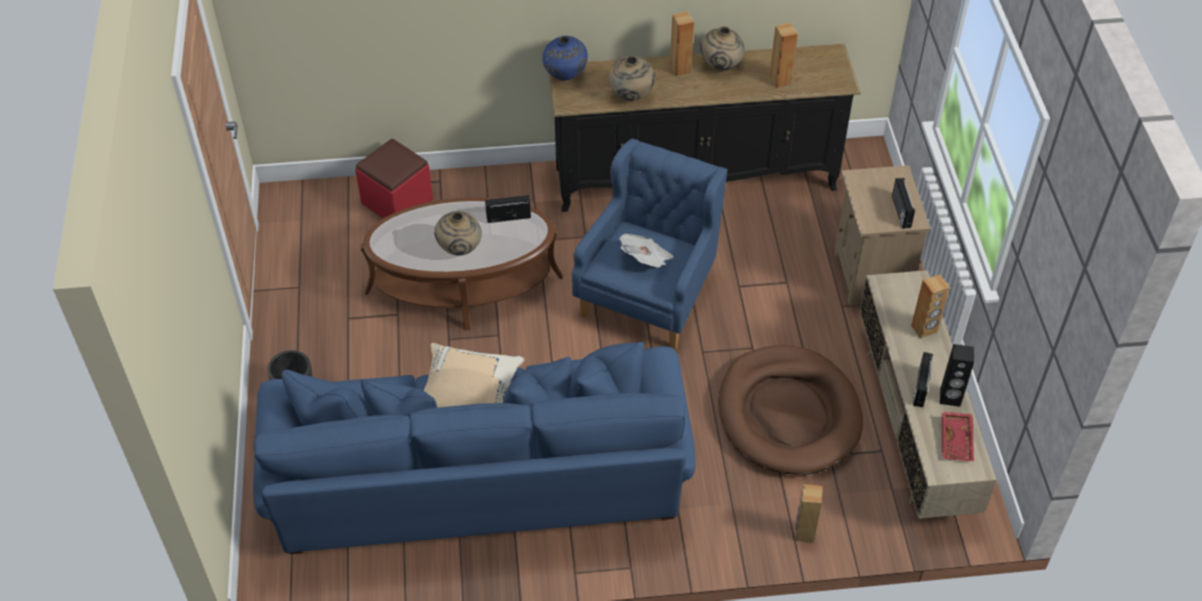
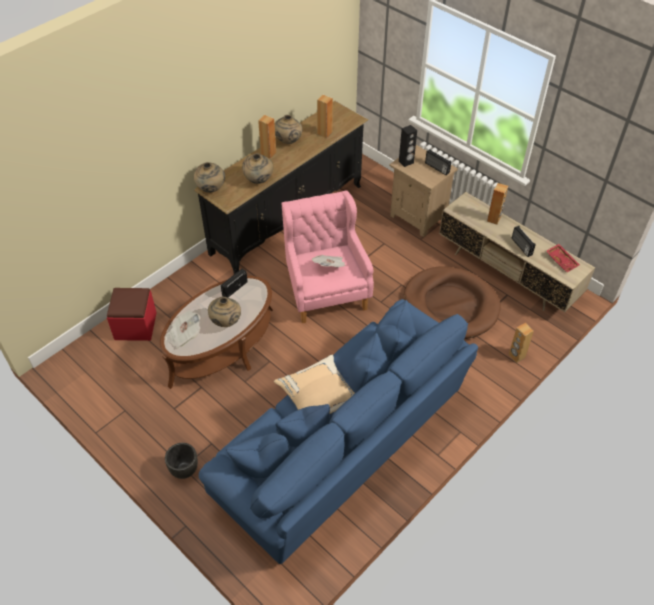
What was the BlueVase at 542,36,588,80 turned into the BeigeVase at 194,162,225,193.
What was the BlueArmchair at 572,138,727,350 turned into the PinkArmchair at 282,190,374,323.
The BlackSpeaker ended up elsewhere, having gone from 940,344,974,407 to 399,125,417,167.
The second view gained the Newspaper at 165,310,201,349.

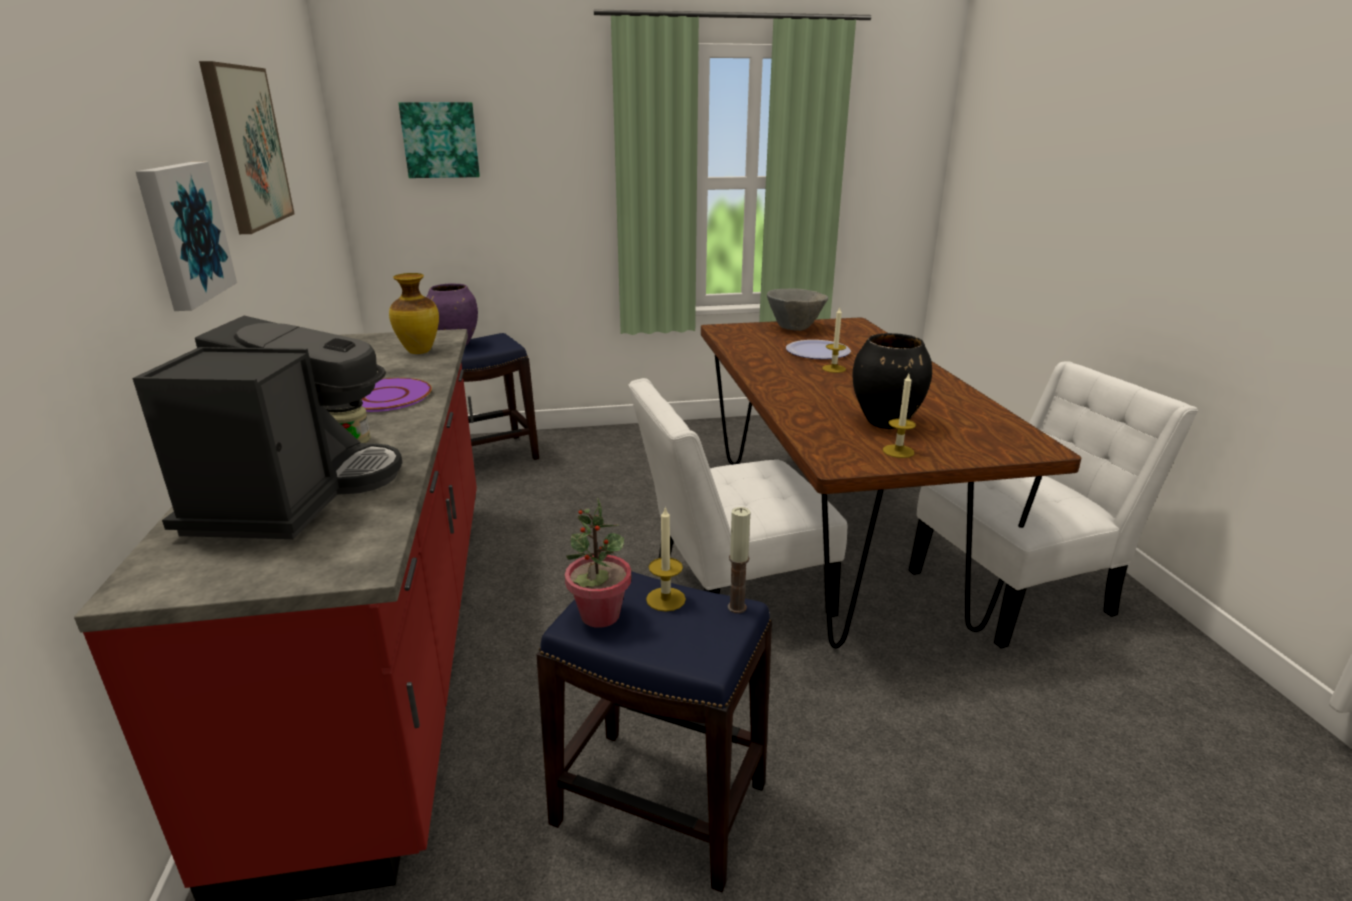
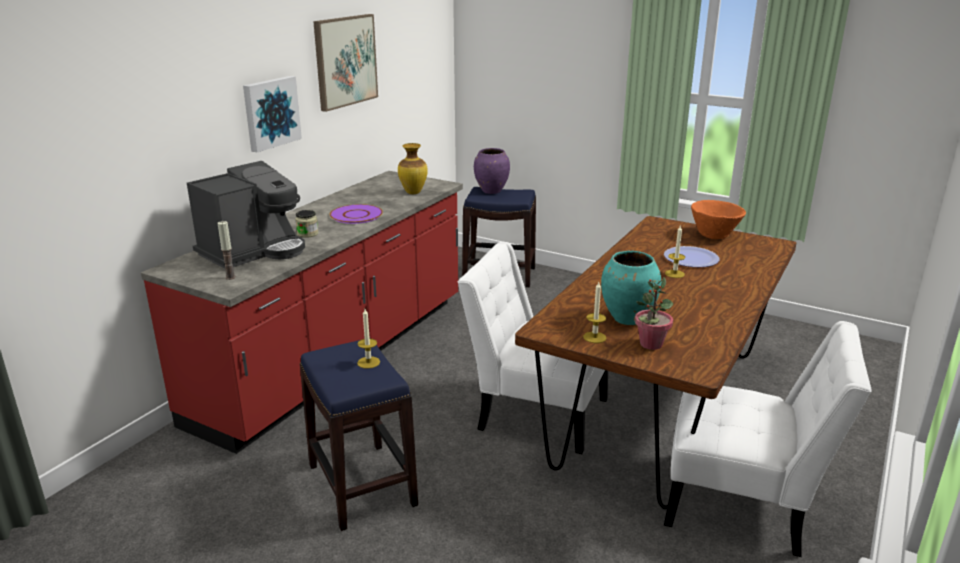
The second view lost the Picture at 399,102,480,178.
The PottedPlant ended up elsewhere, having gone from 565,498,631,628 to 635,277,673,350.
The Candle ended up elsewhere, having gone from 728,507,750,613 to 218,221,236,280.
What was the GreyBowl at 767,288,828,331 turned into the OrangeBowl at 691,200,746,239.
What was the BlackVase at 853,333,932,429 turned into the TurquoiseVase at 601,251,661,325.

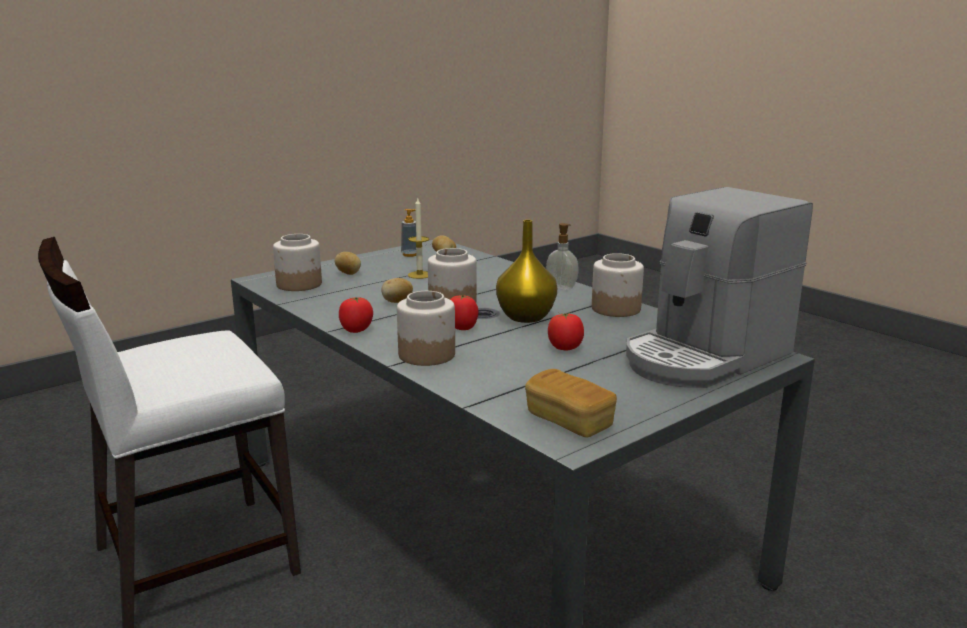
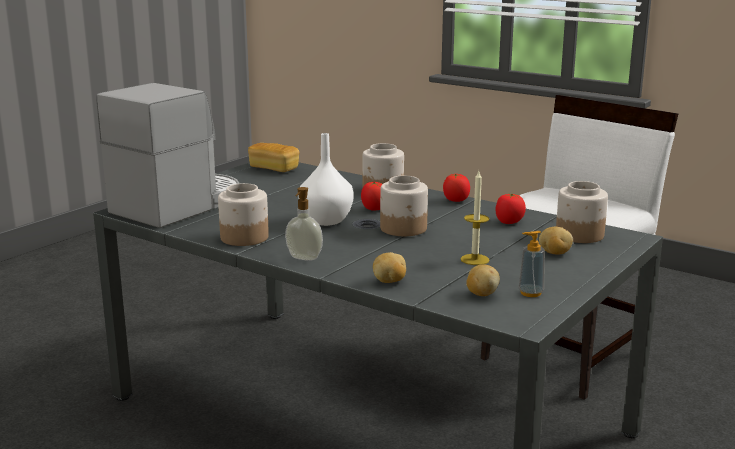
The Potato ended up elsewhere, having gone from 382,278,413,303 to 373,252,406,283.
What was the YellowVase at 496,220,557,323 turned into the WhiteVase at 298,133,353,226.
The Tomato ended up elsewhere, having gone from 548,313,584,350 to 495,194,526,224.

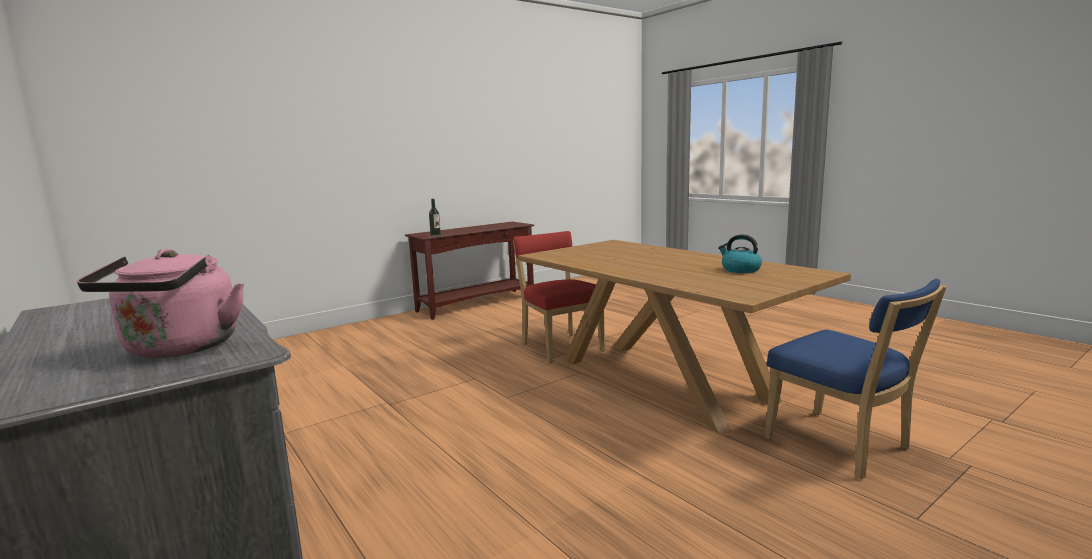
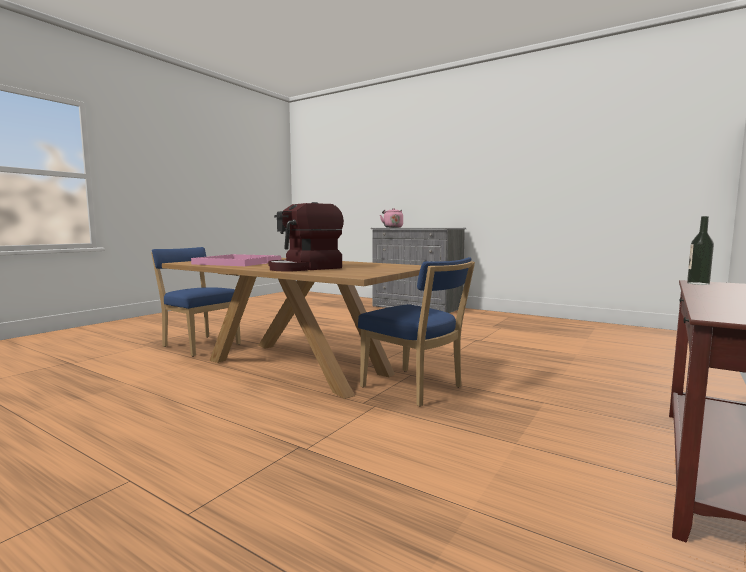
What was the RedChair at 513,231,605,363 turned into the BlueChair at 358,257,475,406.
Where the Kettle stood at 718,234,762,273, the PinkTray came to stand at 191,254,281,266.
The second view gained the CoffeeMachine at 268,202,344,271.

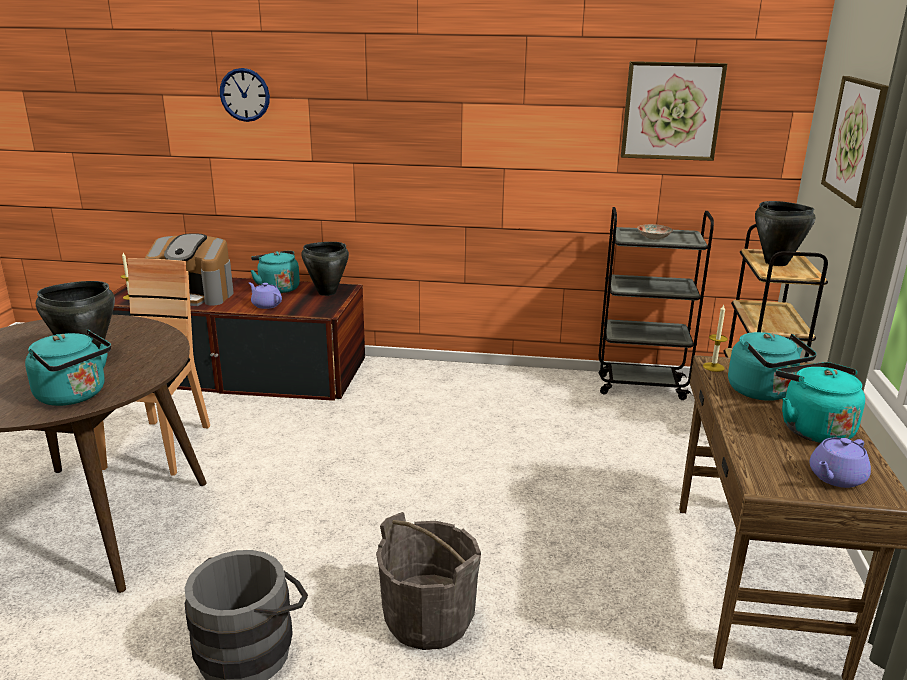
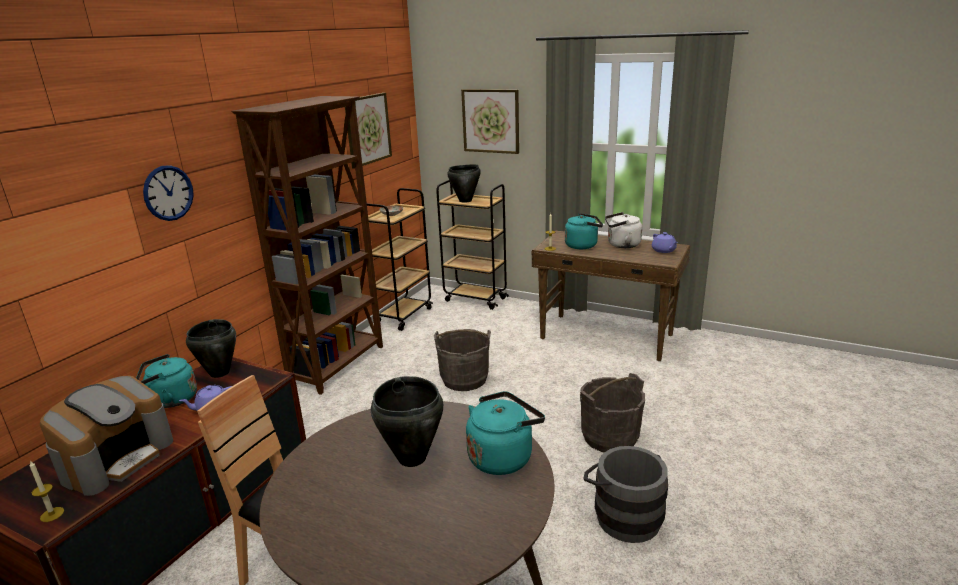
The WallClock ended up elsewhere, having gone from 220,68,270,122 to 143,165,194,221.
What was the GreyCart at 599,207,714,400 turned into the BrownCart at 367,188,433,331.
What was the TurquoiseKettle at 776,362,865,443 turned into the WhiteKettle at 605,212,642,248.
The second view gained the BrownBookcase at 231,96,383,395.
The second view gained the GreyBucket at 434,329,491,391.

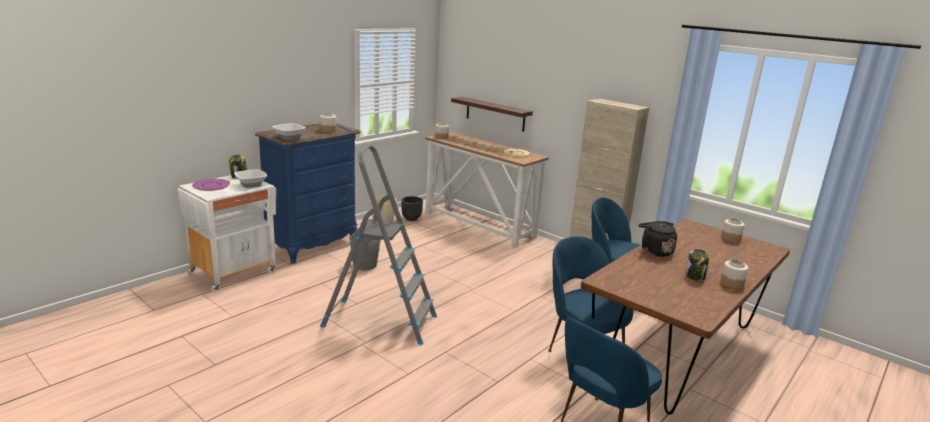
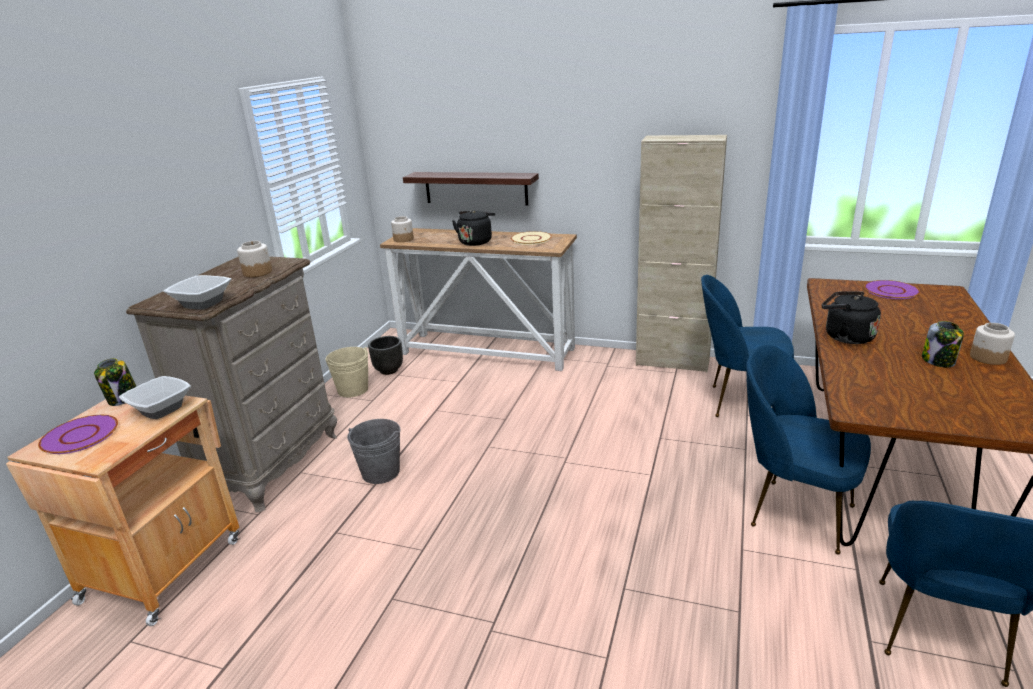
What was the WhiteCart at 177,175,276,292 turned into the BrownCart at 6,396,239,626.
What was the BlueDresser at 255,123,361,264 turned into the BeigeDresser at 126,256,337,513.
The second view lost the GreyStepLadder at 320,145,437,345.
Where the Jar stood at 721,218,745,242, the PurplePlate came to stand at 864,280,920,299.
The second view gained the BlackKettle at 452,210,495,246.

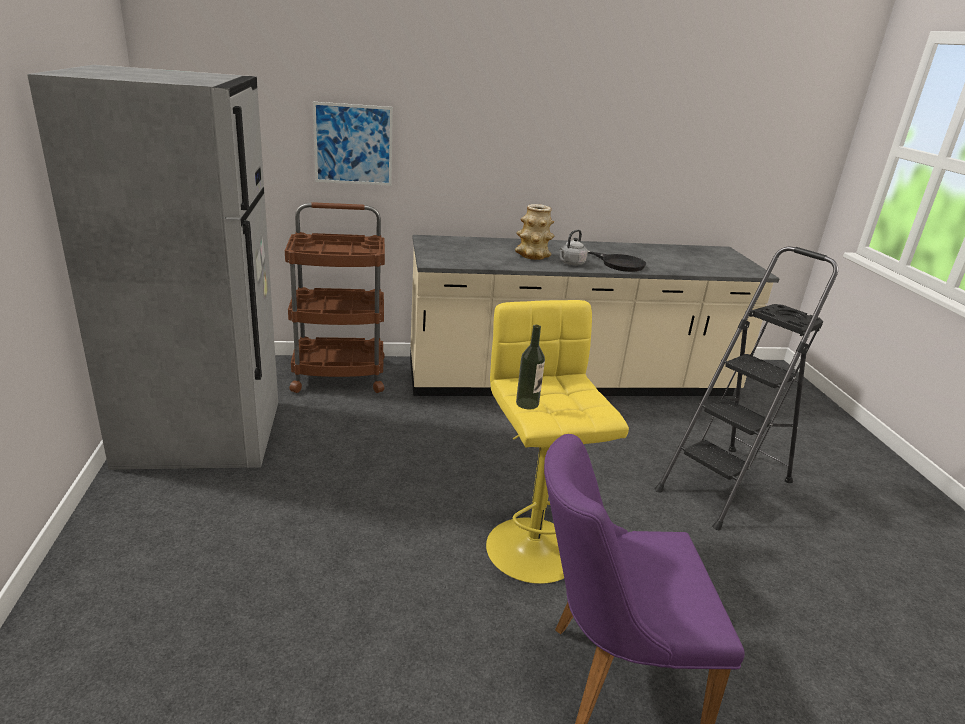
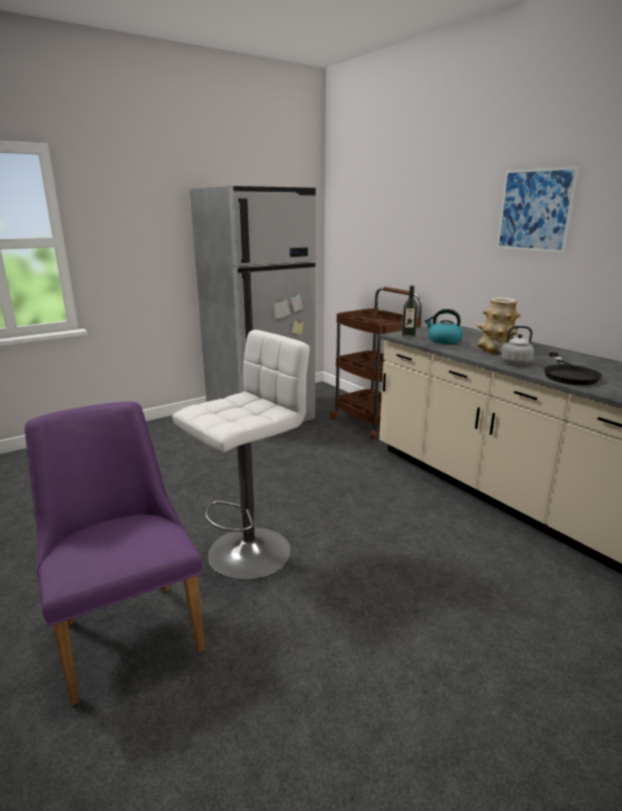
The Picture ended up elsewhere, having gone from 313,102,393,186 to 496,166,579,253.
What was the YellowStool at 486,300,629,584 turned into the WhiteStool at 172,330,310,580.
The Bottle ended up elsewhere, having gone from 516,325,545,409 to 402,285,418,339.
The second view lost the StepLadder at 655,247,838,530.
The second view gained the Kettle at 425,309,463,344.

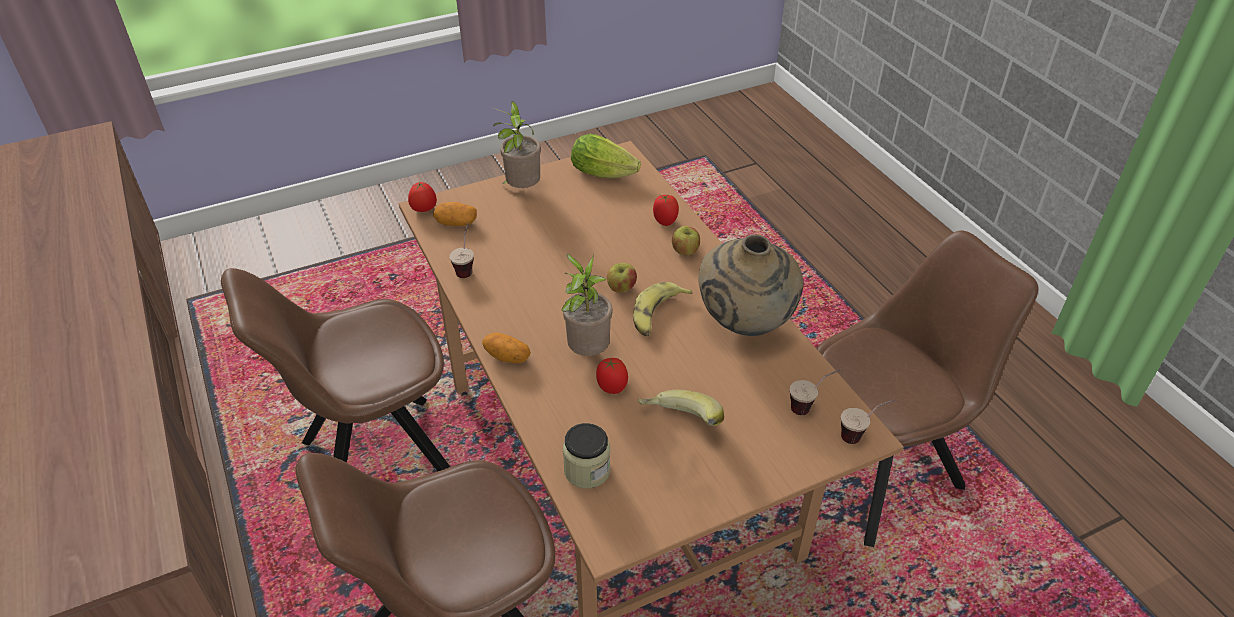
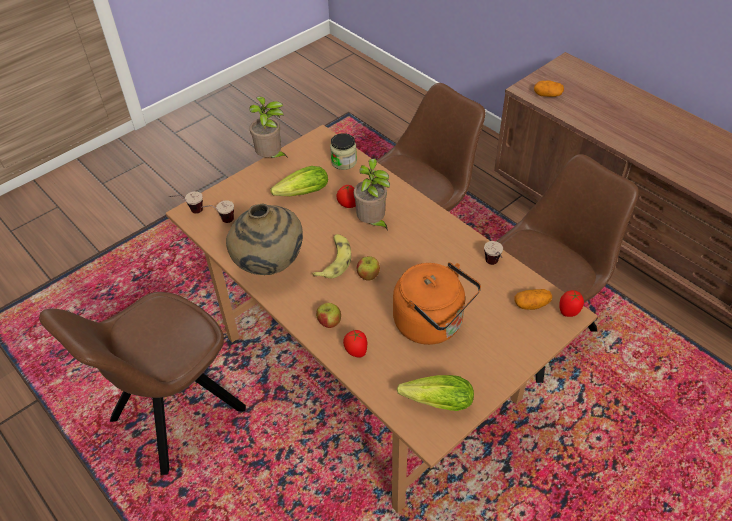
The Potato ended up elsewhere, having gone from 482,332,531,363 to 534,80,564,97.
The PottedPlant ended up elsewhere, having gone from 493,101,541,188 to 249,96,288,158.
Where the Banana stood at 638,390,724,426, the Lettuce came to stand at 270,166,328,197.
The second view gained the OrangeKettle at 393,262,481,345.

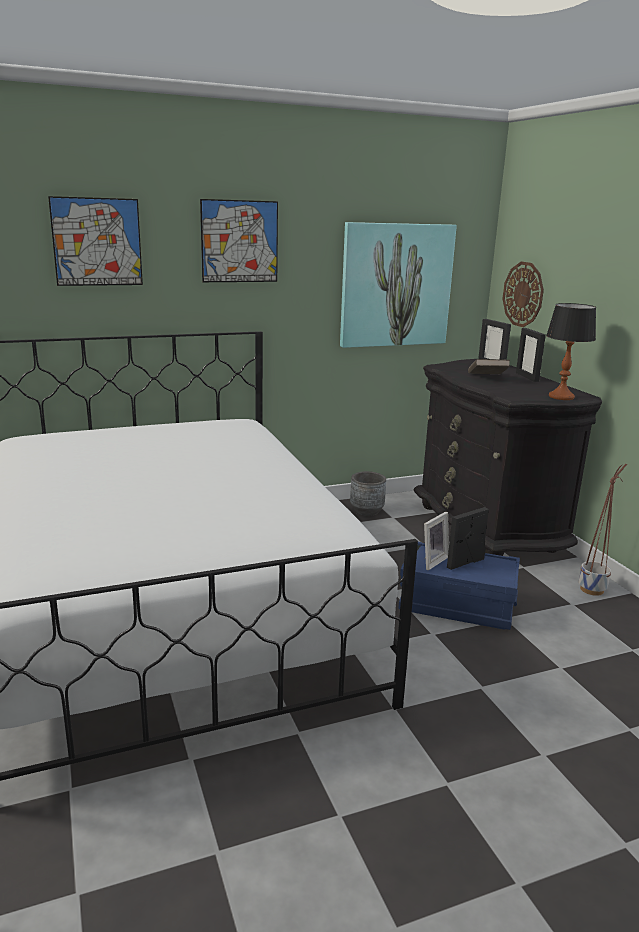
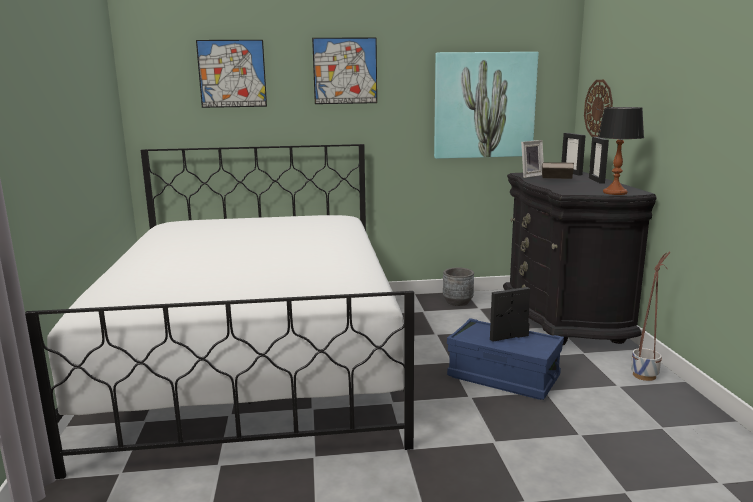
The PictureFrame ended up elsewhere, having gone from 424,512,449,570 to 521,140,544,178.

